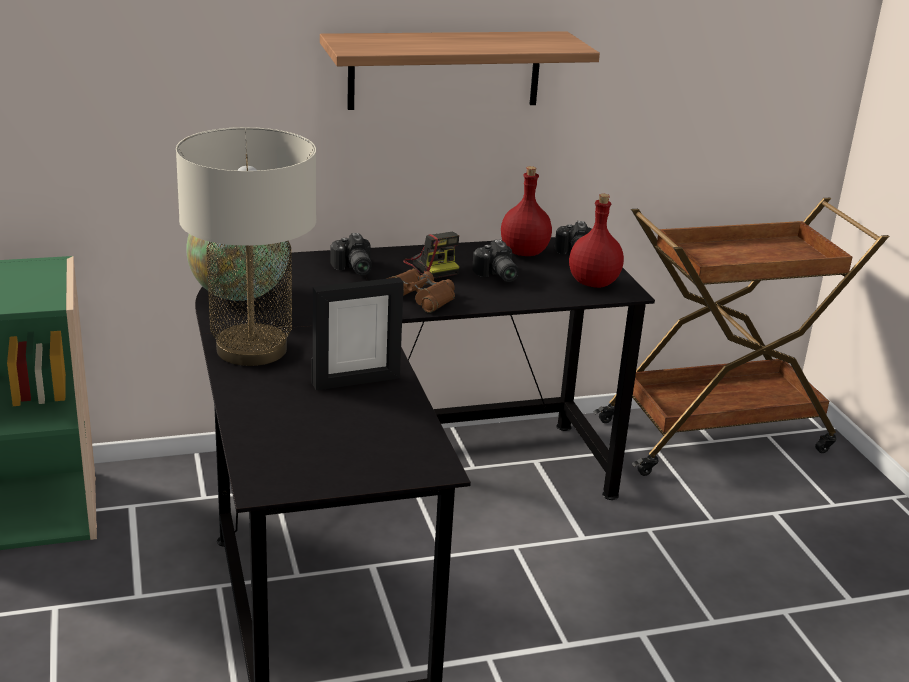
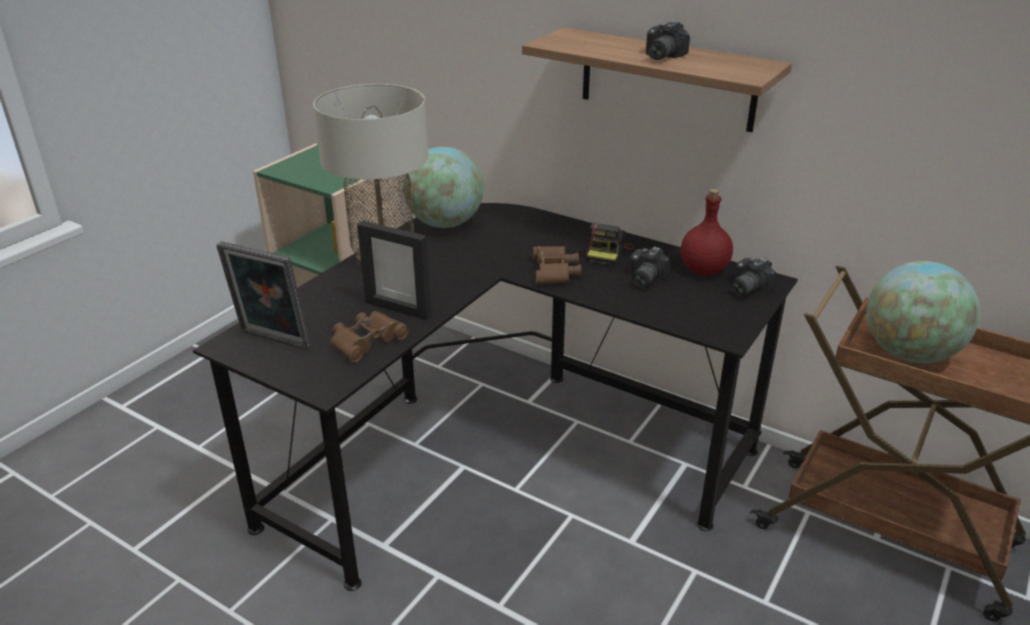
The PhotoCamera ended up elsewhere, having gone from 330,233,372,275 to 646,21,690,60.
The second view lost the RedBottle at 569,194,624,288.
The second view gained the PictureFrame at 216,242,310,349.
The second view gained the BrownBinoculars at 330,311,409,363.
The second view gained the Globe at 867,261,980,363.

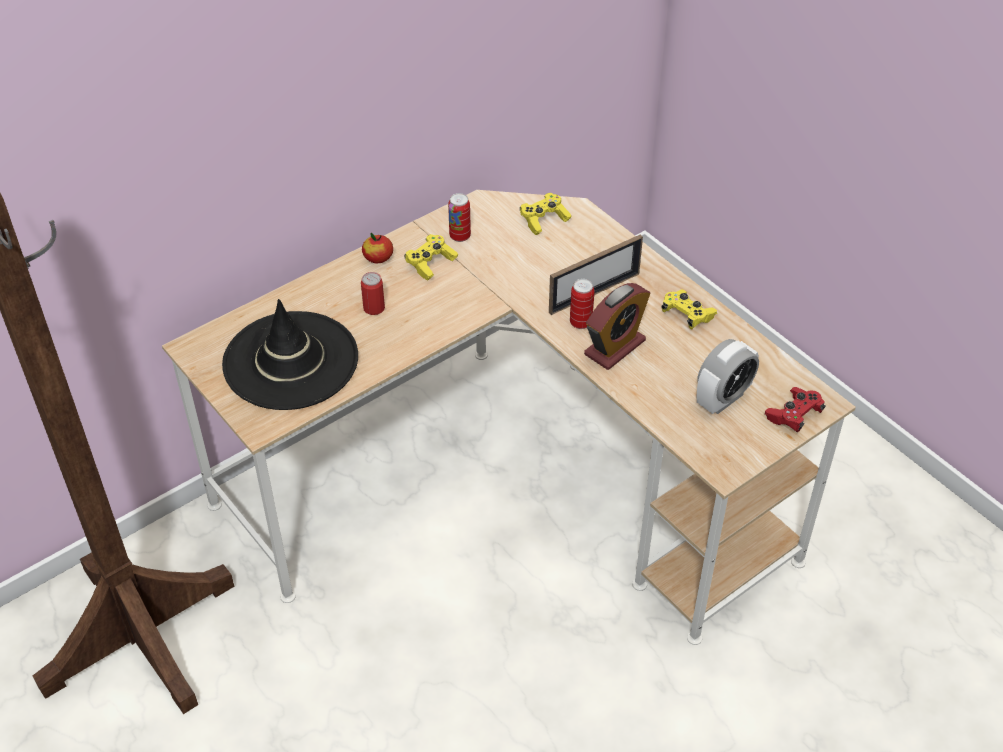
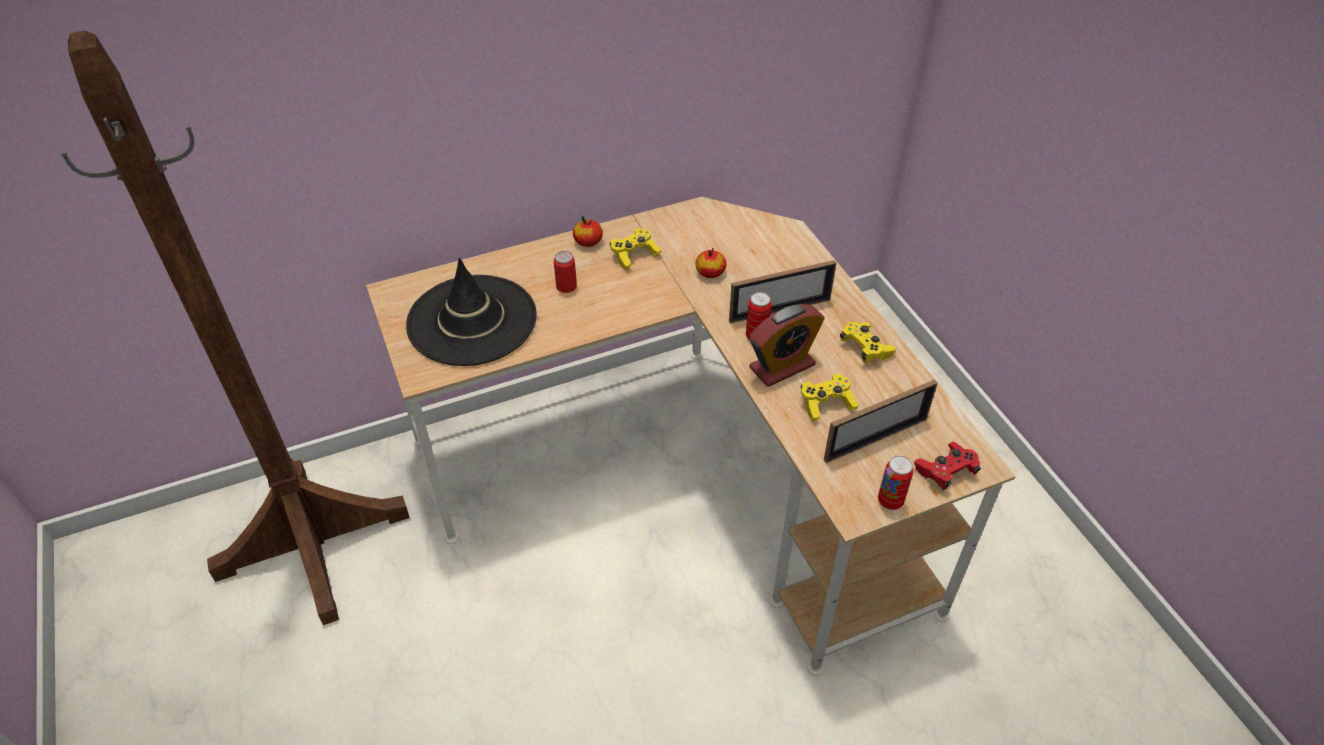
The Can ended up elsewhere, having gone from 448,193,471,242 to 878,455,913,510.
The YellowGameController ended up elsewhere, having gone from 520,193,572,235 to 801,374,858,421.
Where the AlarmClock stood at 697,339,759,414, the PictureFrame came to stand at 824,379,938,463.
The second view gained the Apple at 695,248,726,278.

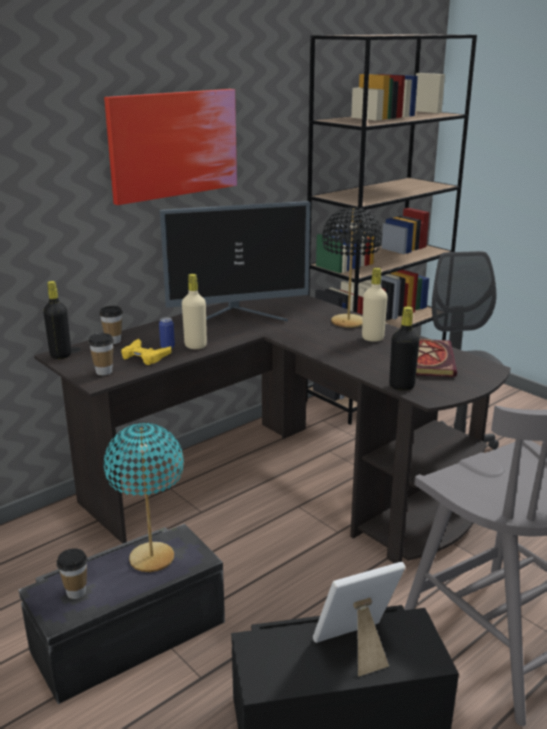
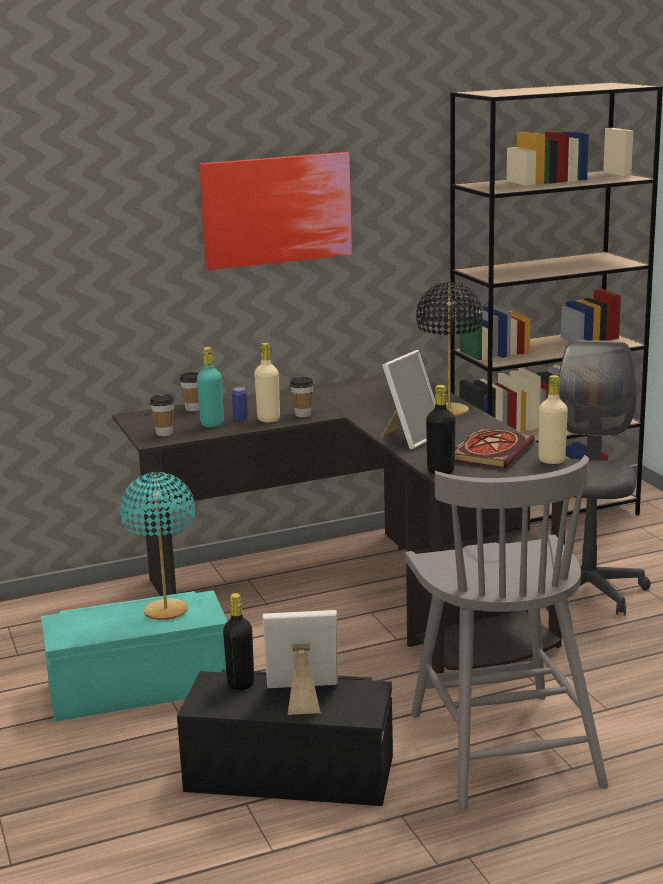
What was the BlackStorageBox at 18,524,225,704 turned into the TurquoiseStorageBox at 41,590,227,722.
The BlackBottle ended up elsewhere, having gone from 43,281,71,359 to 223,593,254,690.
The Cup ended up elsewhere, having gone from 56,548,88,599 to 290,377,314,417.
Where the YellowGameController stood at 121,339,171,365, the TurquoiseBottle came to stand at 197,347,224,427.
The second view lost the Monitor at 160,201,310,322.
The BeigeBottle ended up elsewhere, having gone from 362,268,388,342 to 538,375,568,464.
The second view gained the PictureFrame at 381,350,435,449.

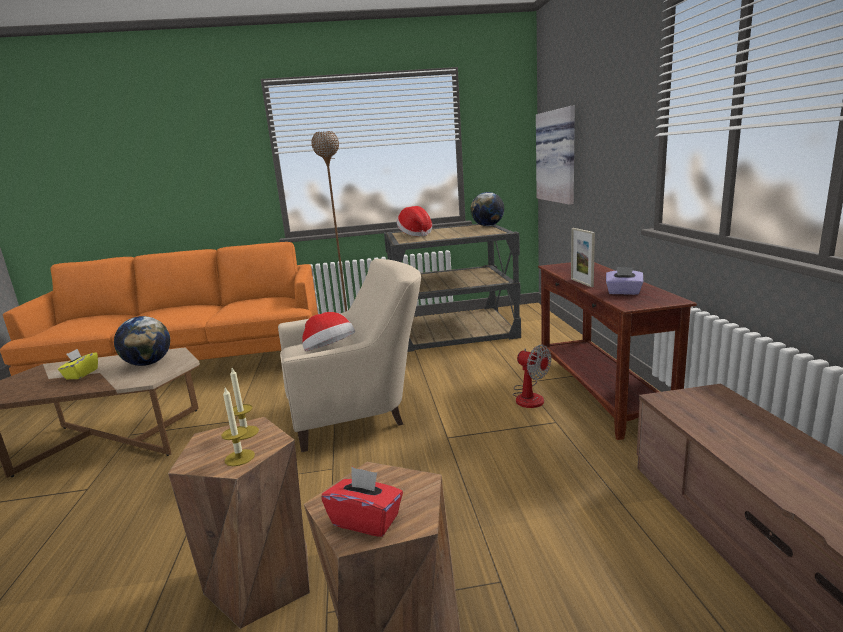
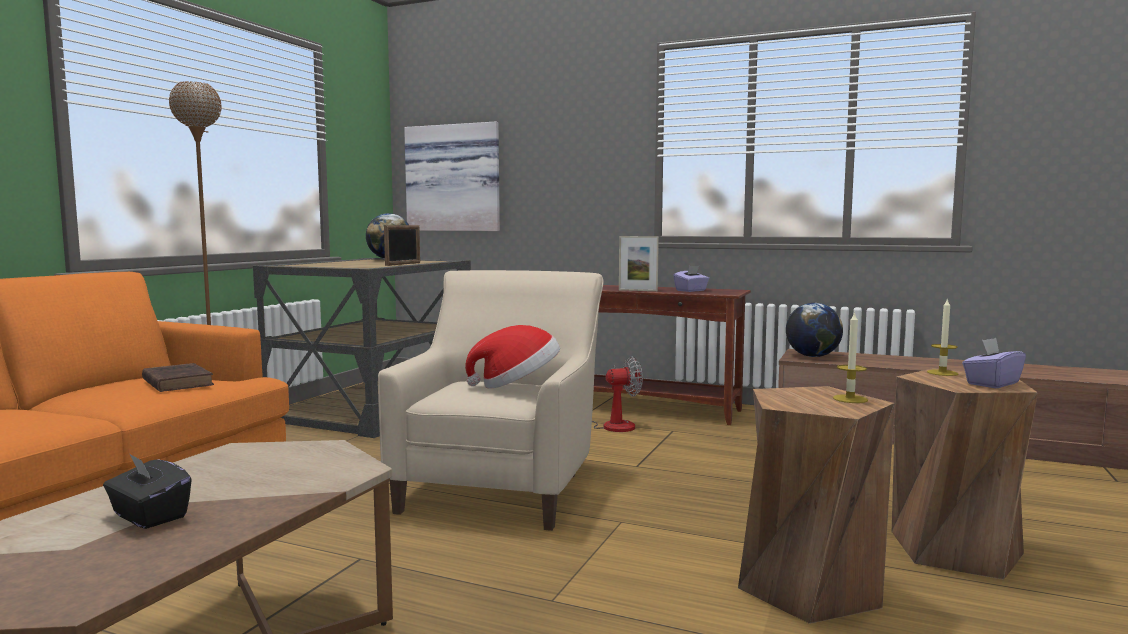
What was the YellowTissueBox at 58,349,98,379 turned into the BlackTissueBox at 103,453,192,529.
The Globe ended up elsewhere, having gone from 114,316,170,366 to 786,303,843,357.
The Candle ended up elsewhere, having gone from 230,368,259,440 to 927,298,958,376.
What was the RedTissueBox at 321,467,403,537 turned into the PurpleTissueBox at 962,338,1026,388.
The second view lost the Hat at 397,206,432,236.
The second view gained the BrownBook at 142,363,214,392.
The second view gained the PictureFrame at 384,225,420,266.

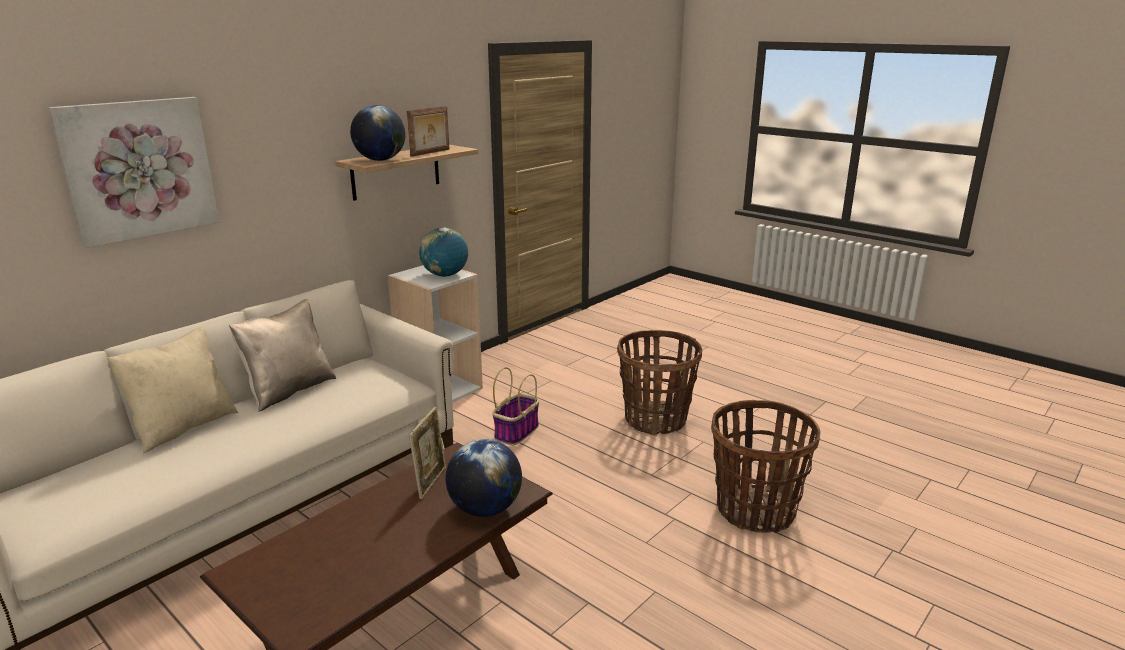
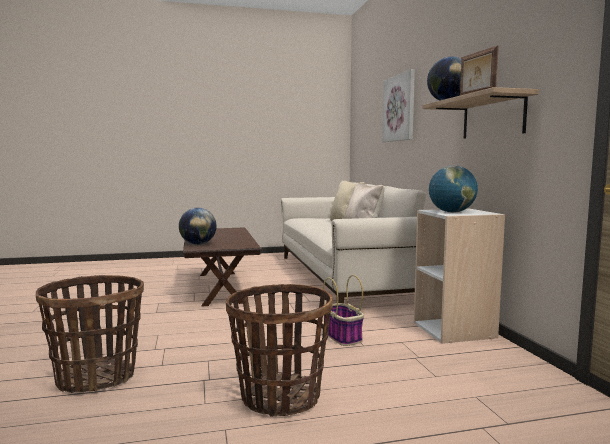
The second view lost the PictureFrame at 409,406,446,499.

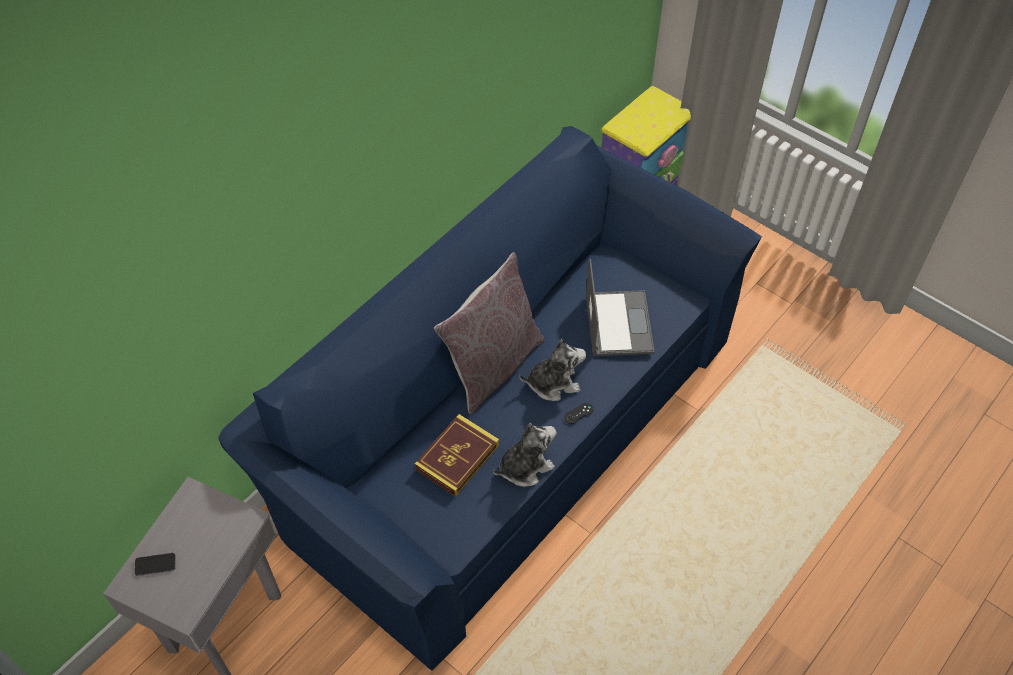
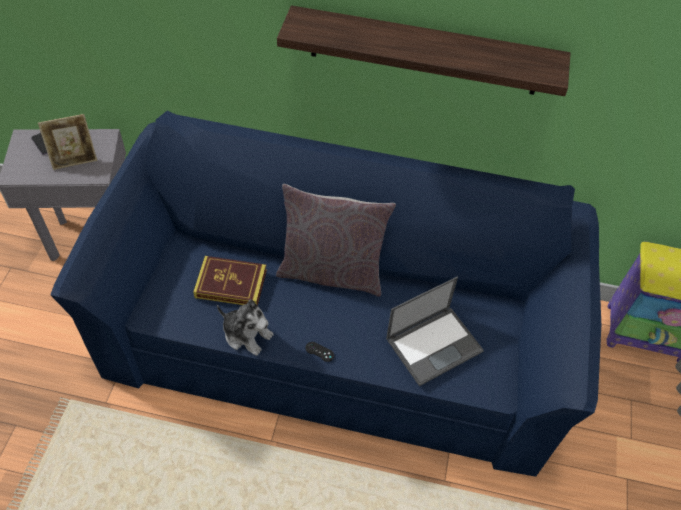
The second view lost the PlushToy at 519,339,586,401.
The second view gained the PictureFrame at 38,114,98,170.
The second view gained the Shelf at 277,5,571,96.

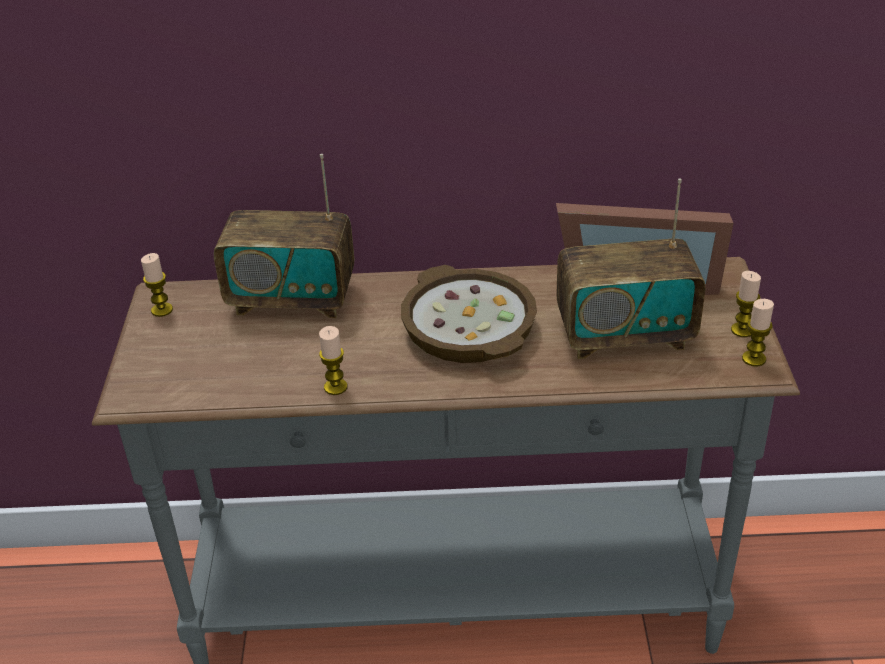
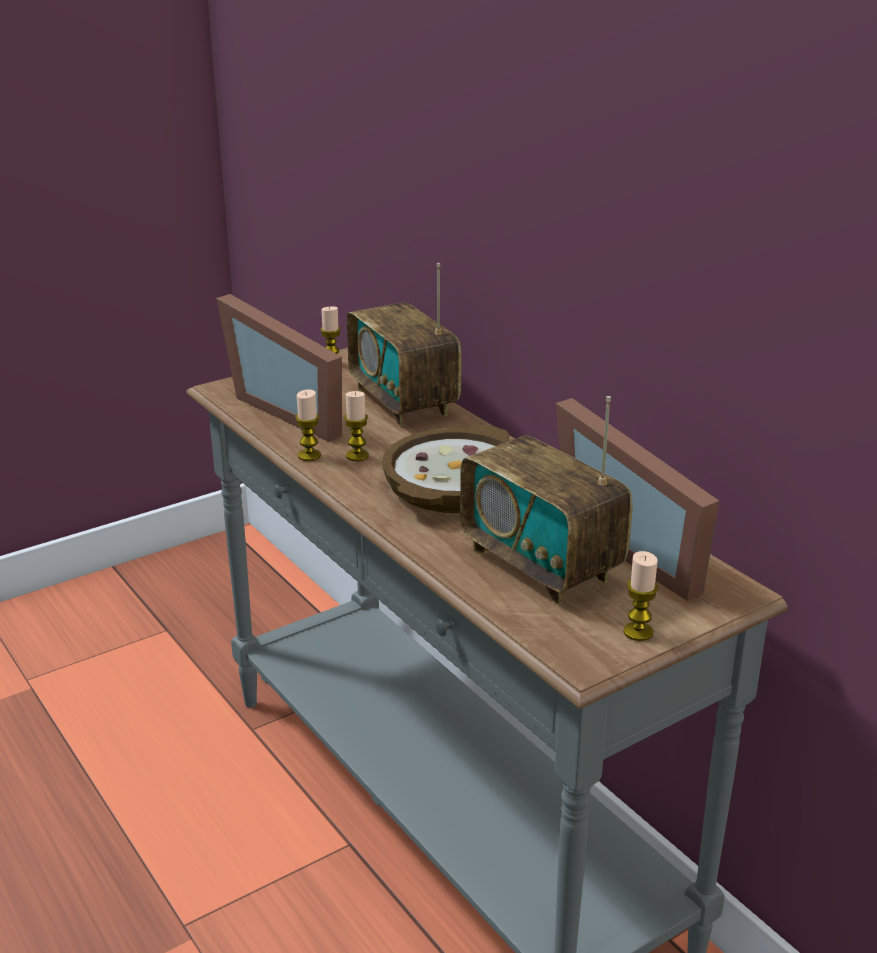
The Candle ended up elsewhere, having gone from 742,299,774,366 to 344,391,369,461.
The second view gained the PictureFrame at 216,294,342,442.

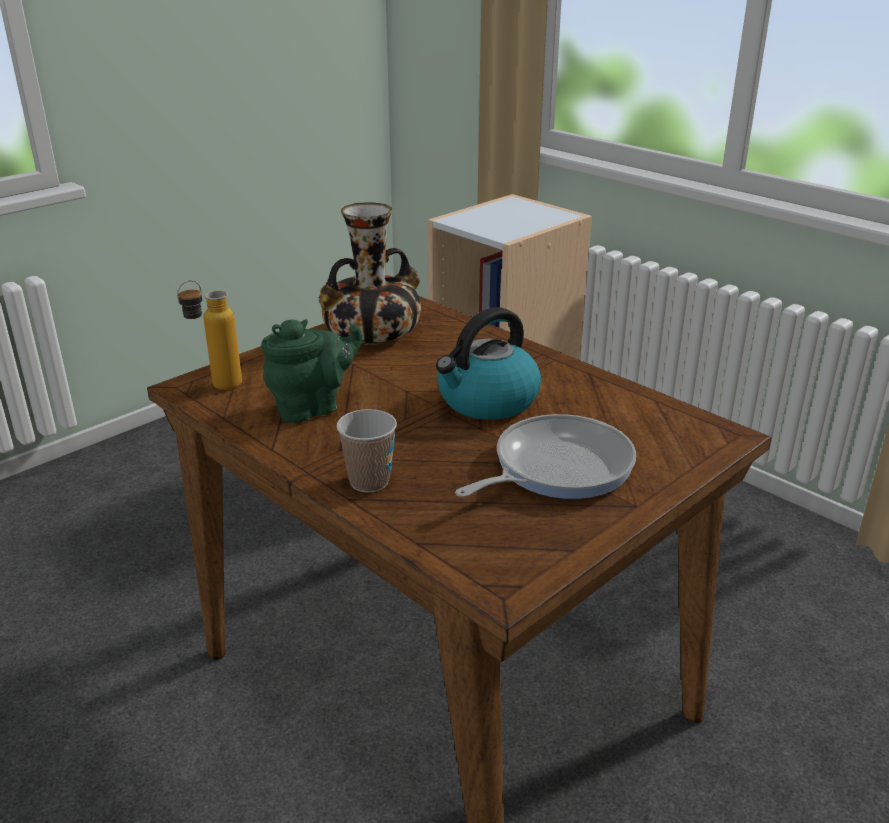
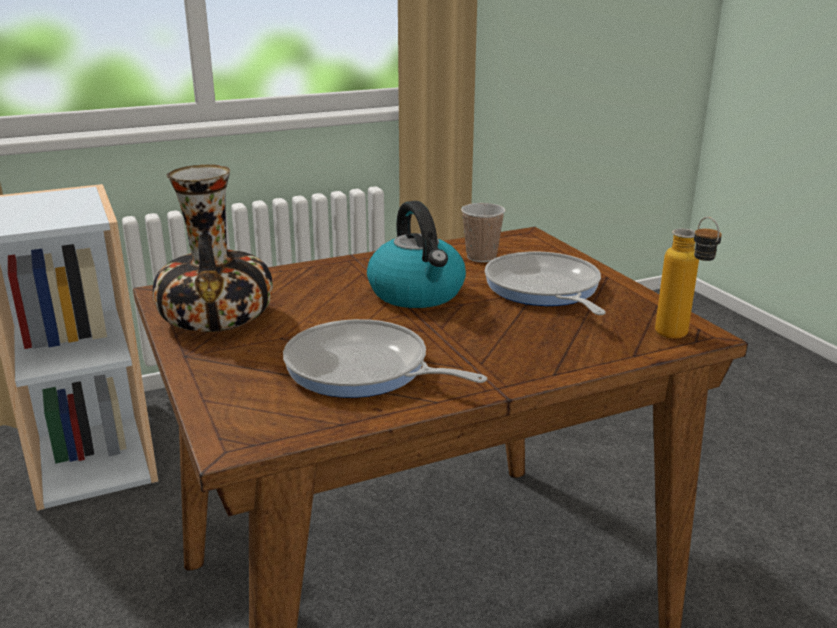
The Bottle ended up elsewhere, having gone from 177,280,242,390 to 655,217,722,339.
Where the GreenTeapot stood at 261,319,362,423, the FryingPan came to stand at 283,319,487,398.
The Cup ended up elsewhere, having gone from 336,409,397,493 to 461,203,505,262.

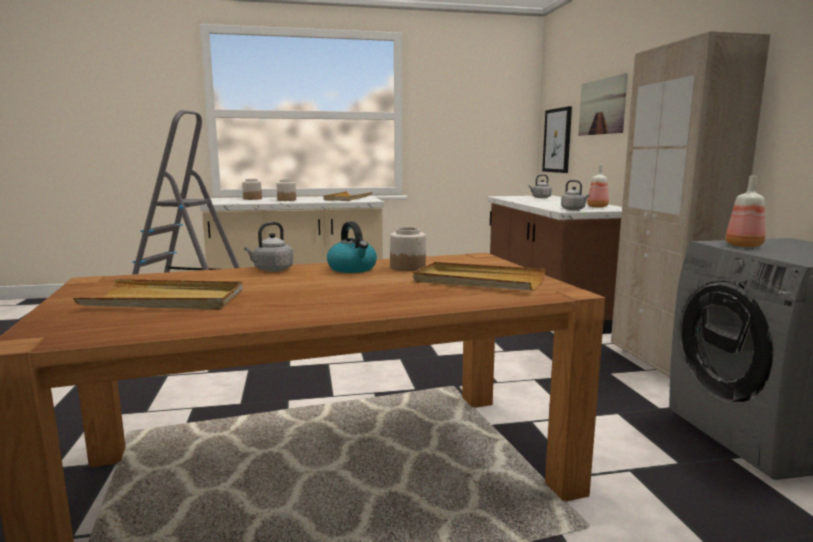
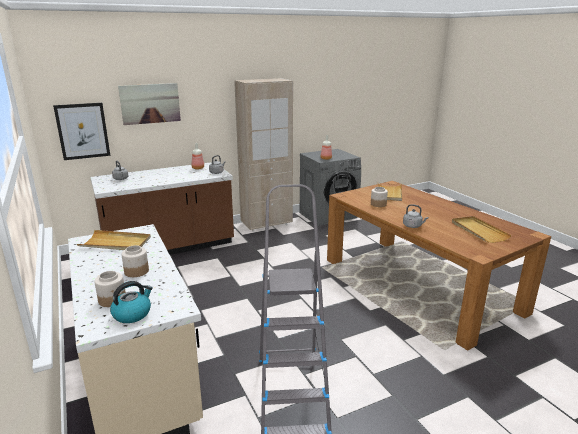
The Kettle ended up elsewhere, having gone from 327,222,377,273 to 110,281,153,323.

